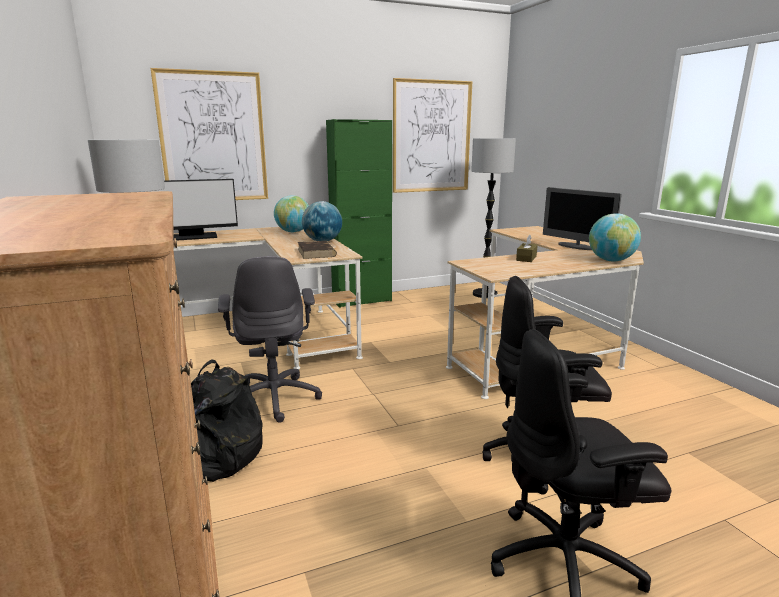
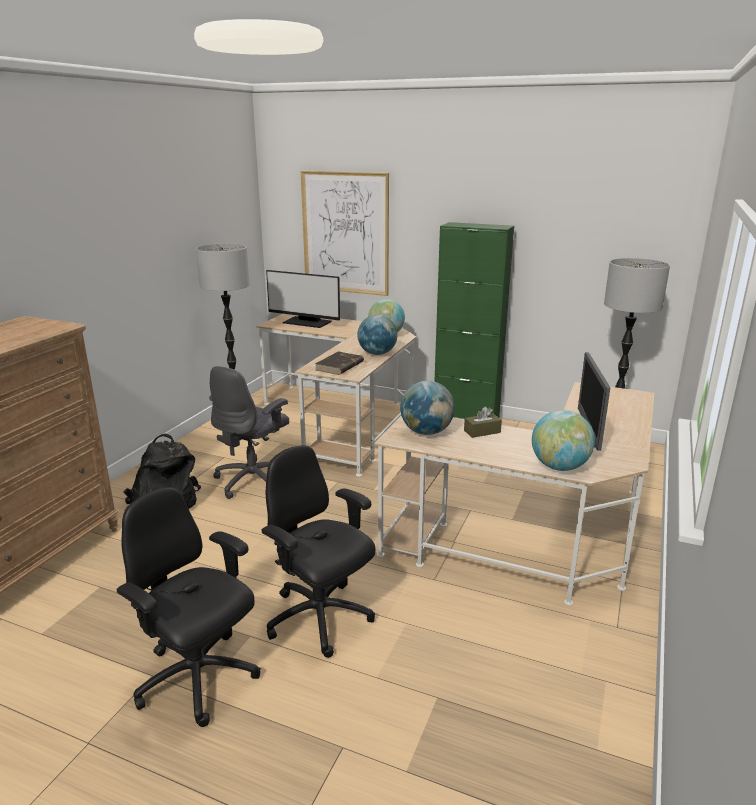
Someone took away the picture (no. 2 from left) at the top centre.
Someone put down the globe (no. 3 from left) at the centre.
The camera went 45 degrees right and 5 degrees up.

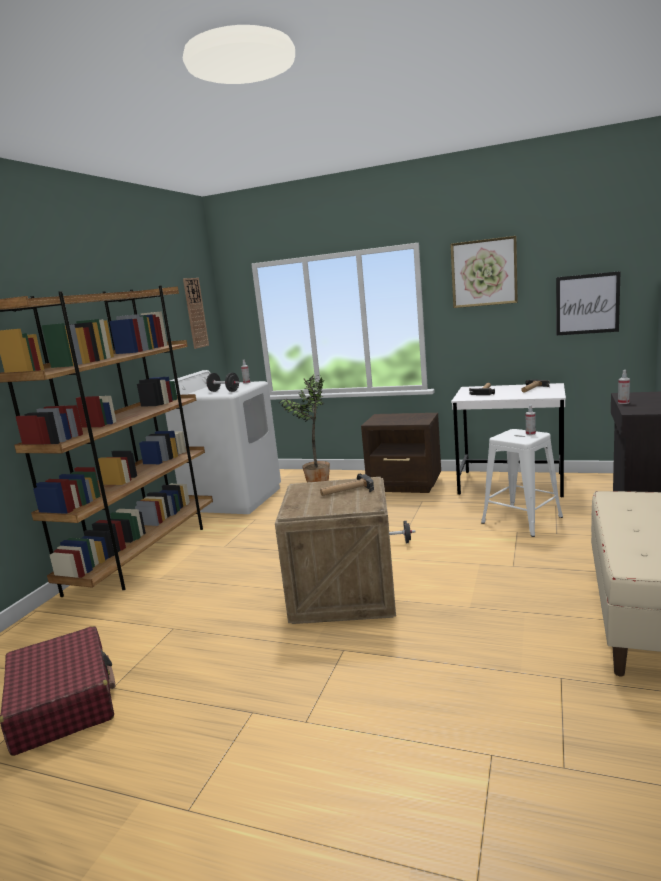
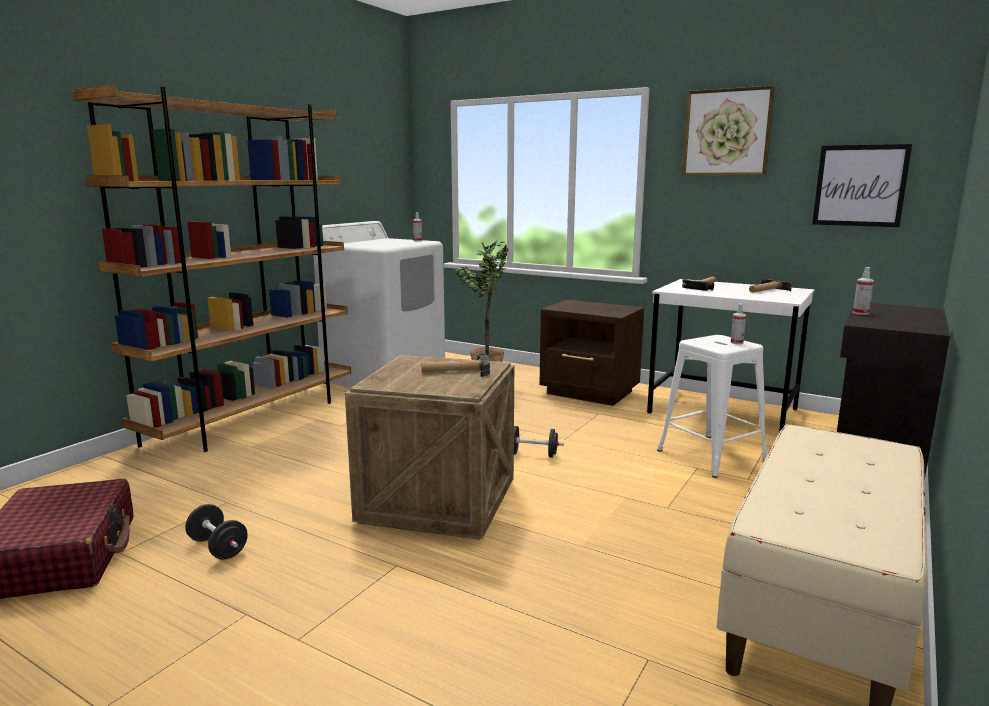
Someone took away the wall clock at the middle left.
Someone carried the black dumbbell (no. 1 from left) from the centre to the bottom left.
The camera went 10 degrees right and 0 degrees up.

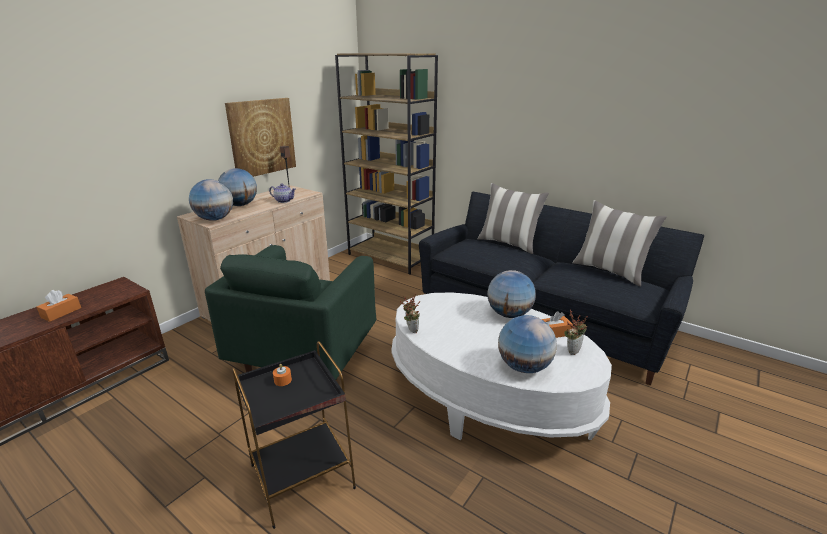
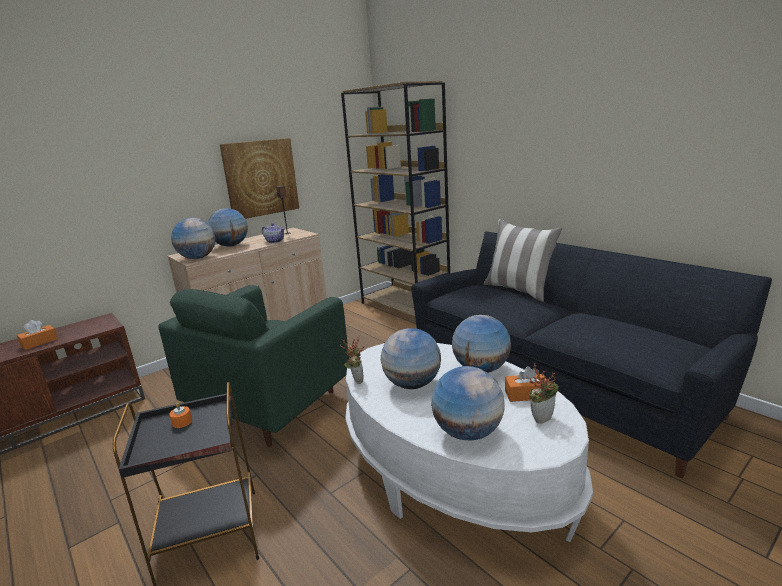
Someone took away the pillow (no. 2 from left) at the middle right.
Someone put down the globe (no. 3 from left) at the centre.
The camera went 15 degrees right and 5 degrees down.

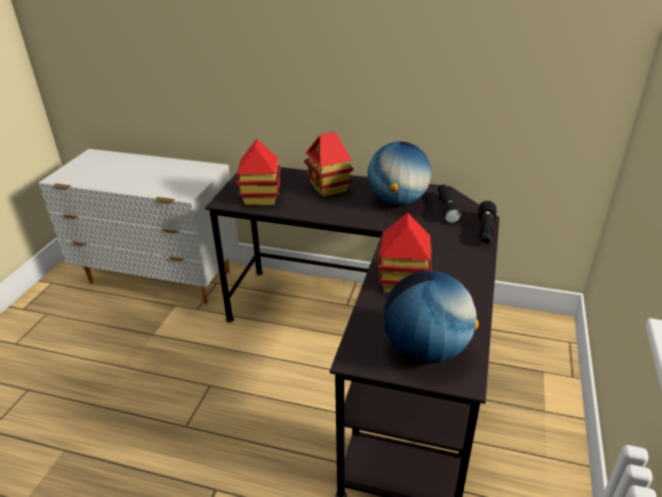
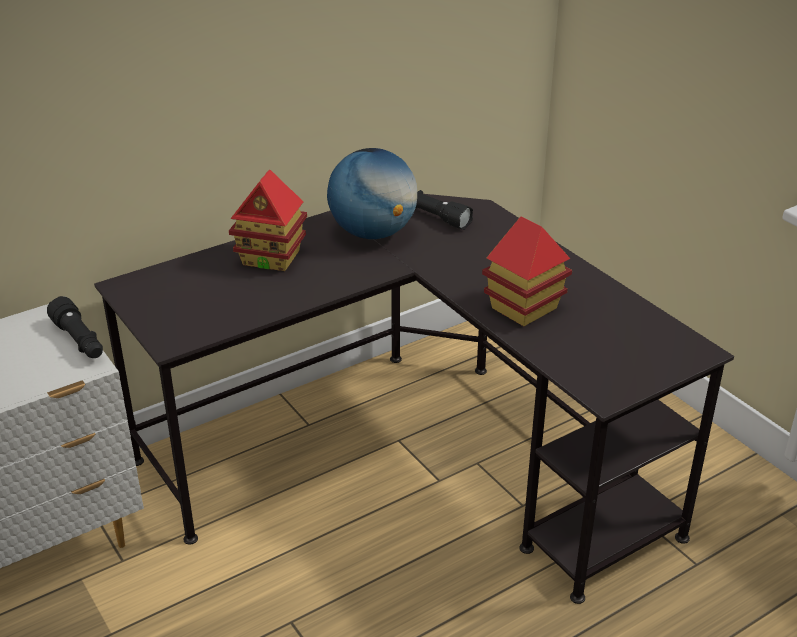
Someone took away the toy house (no. 1 from left) at the centre.
Someone carried the black flashlight (no. 2 from left in the first image) from the middle right to the middle left.
Someone took away the globe (no. 2 from left) at the centre.
The camera went 50 degrees left and 0 degrees up.

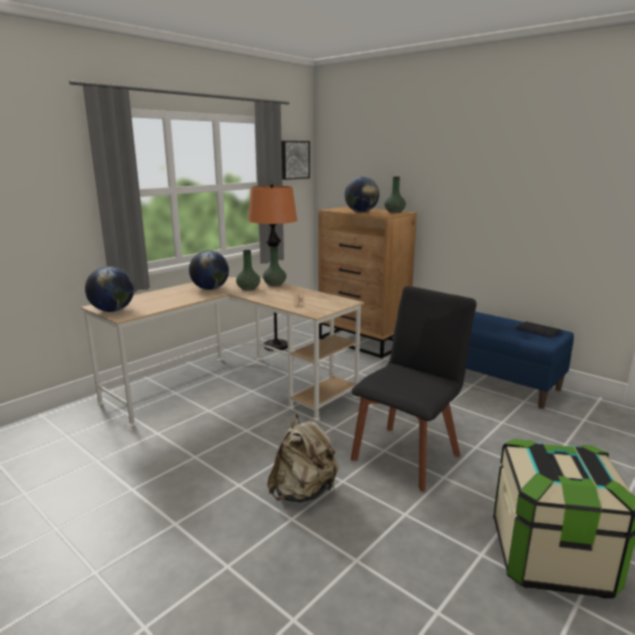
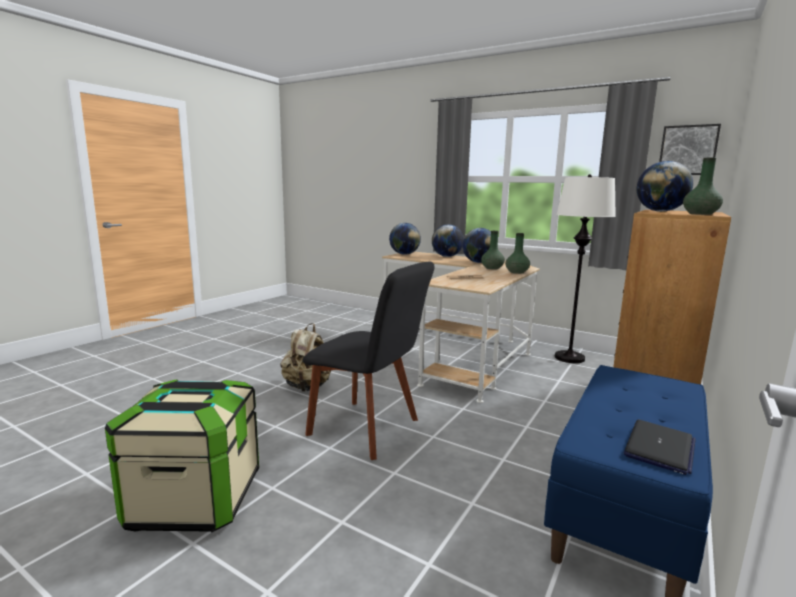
Someone repainted the orange floor lamp at the centre, which became the white floor lamp at the middle right.
Someone put down the globe (no. 2 from left) at the centre.
The camera went 80 degrees right and 5 degrees down.

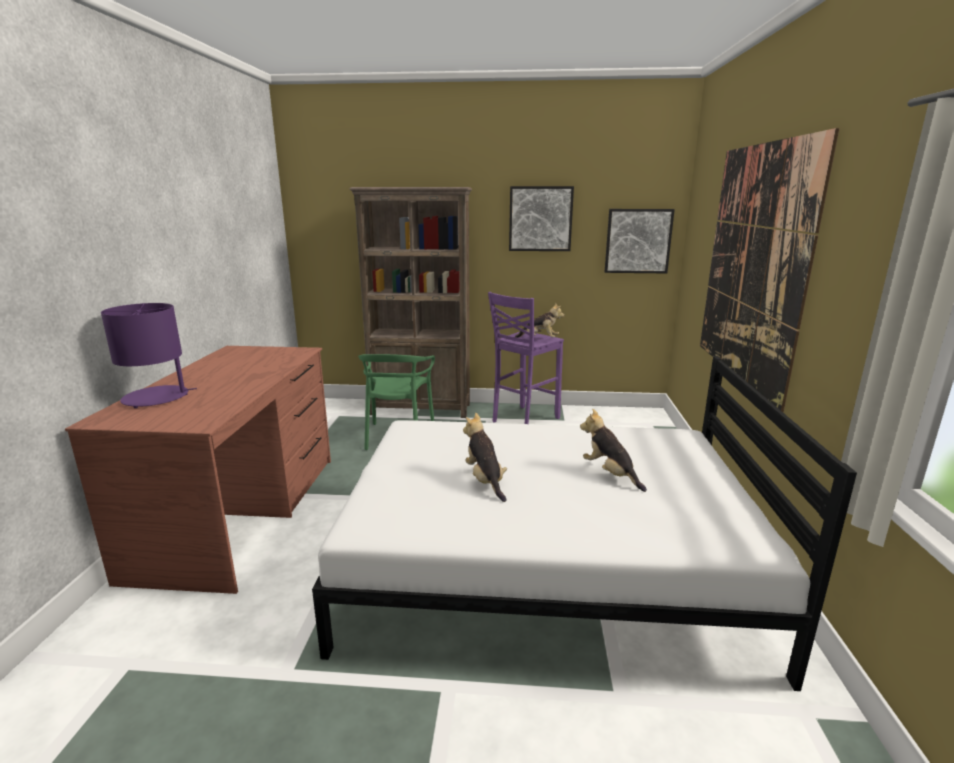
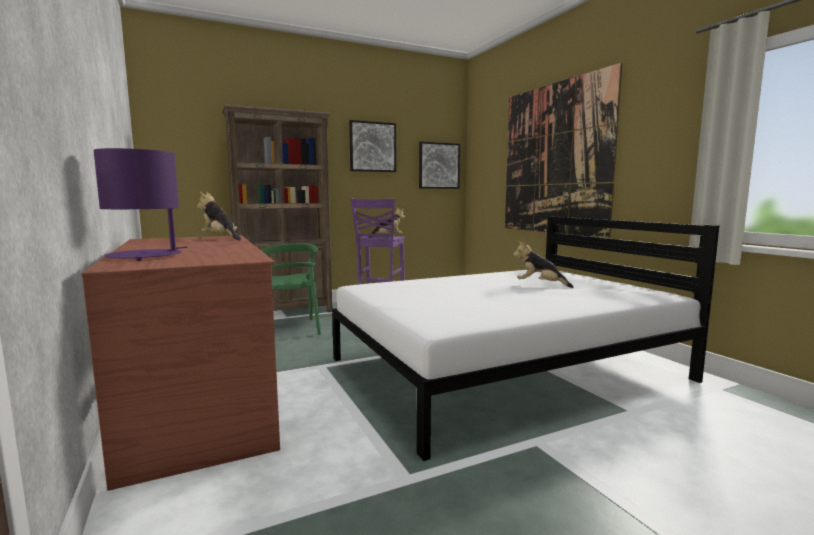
Someone carried the plush toy (no. 1 from left) from the centre to the middle left.
The camera went 30 degrees left and 10 degrees down.

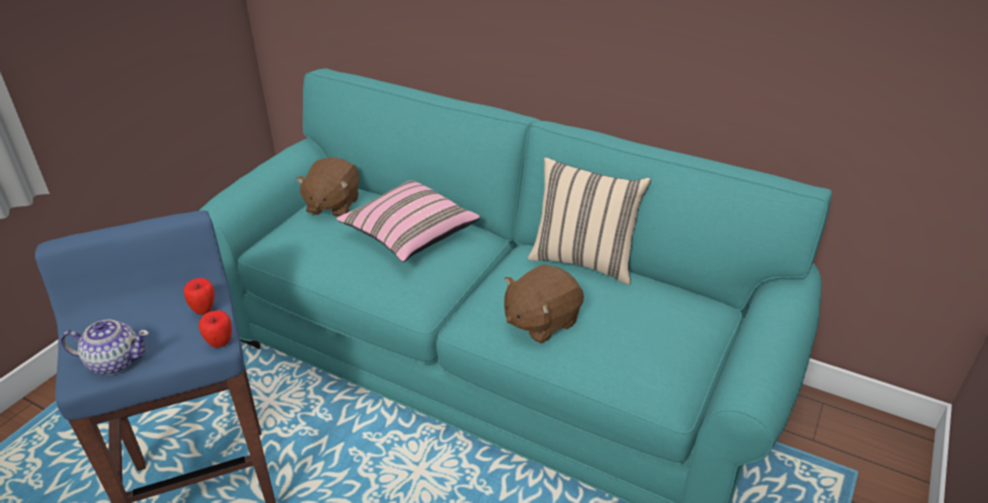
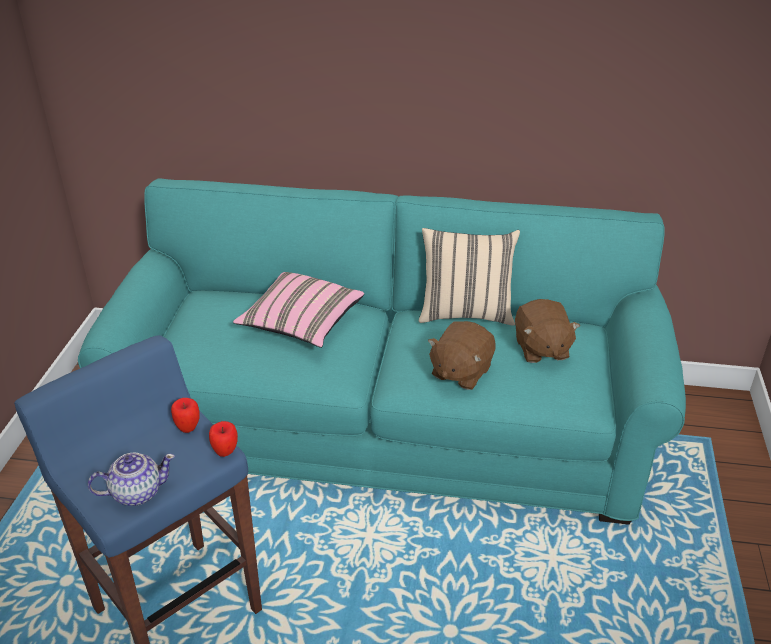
Someone carried the brown plush toy (no. 1 from left in the first image) from the middle left to the middle right.
The camera went 20 degrees left and 0 degrees up.

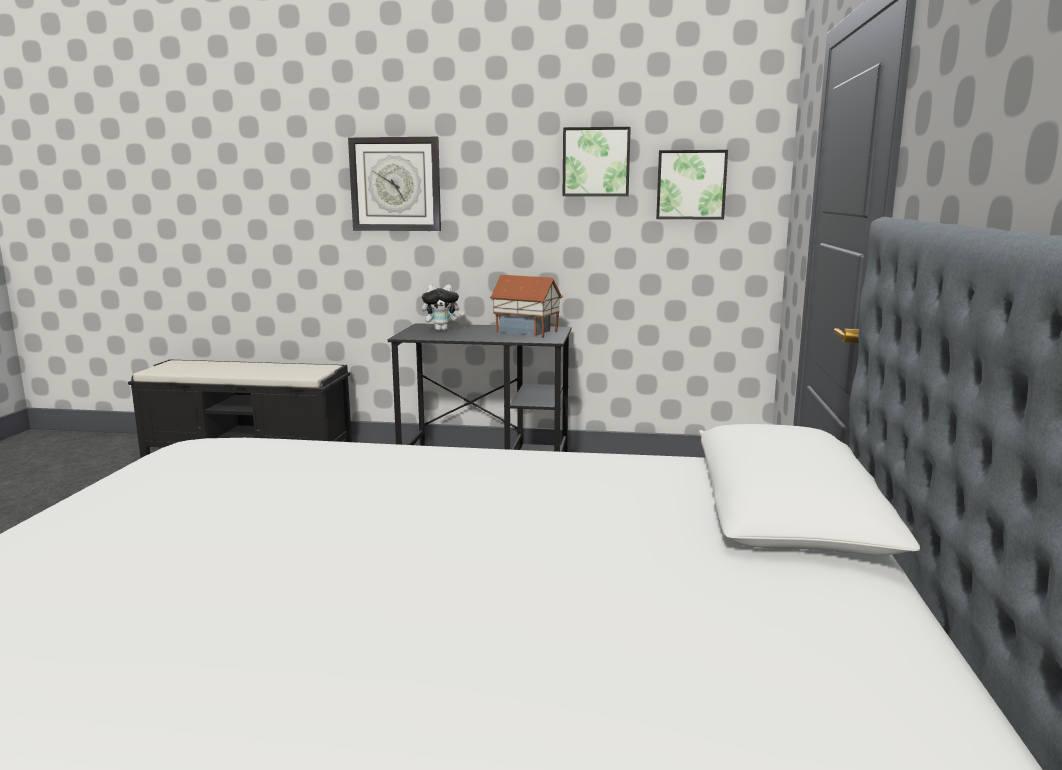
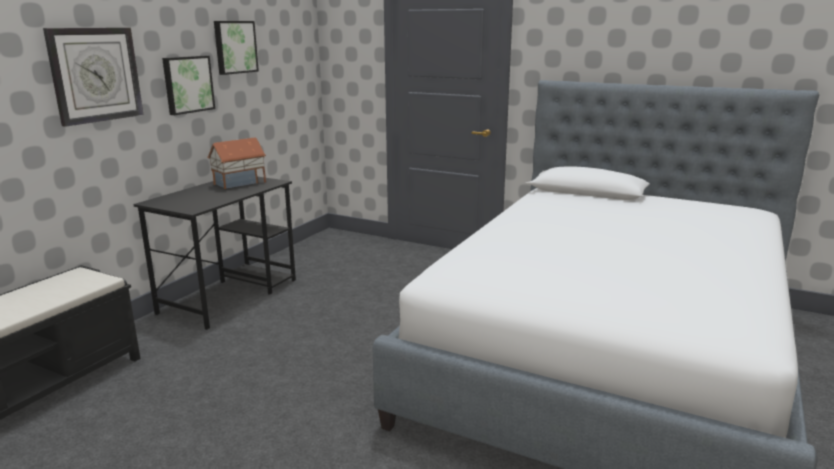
Someone carried the picture (no. 2 from left in the first image) from the top centre to the top left.
Someone took away the plush toy at the centre.
The camera went 70 degrees left and 5 degrees up.

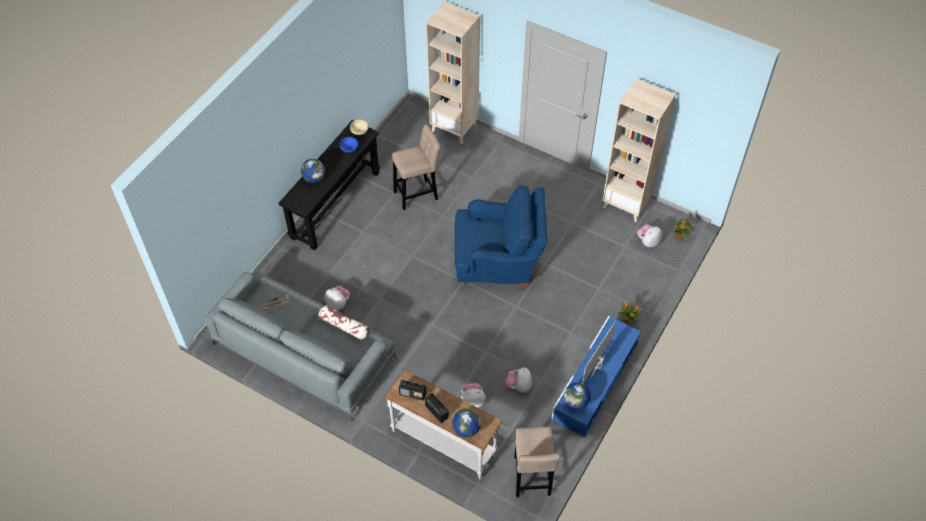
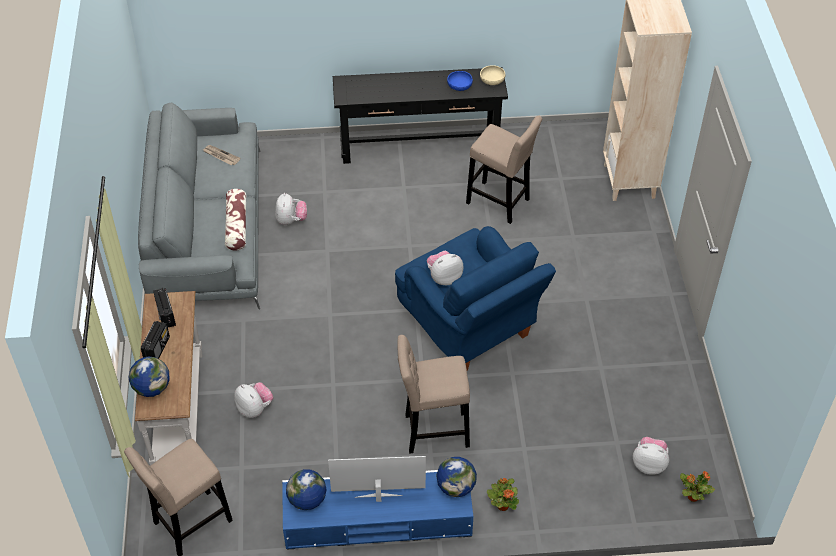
Someone took away the beige bookcase (no. 2 from left) at the top right.
Someone carried the globe (no. 1 from left in the first image) from the top centre to the bottom centre.
Someone carried the plush toy (no. 3 from left) from the bottom centre to the centre.
Someone put down the beige stool (no. 2 from left) at the bottom centre.
The camera went 55 degrees right and 5 degrees down.

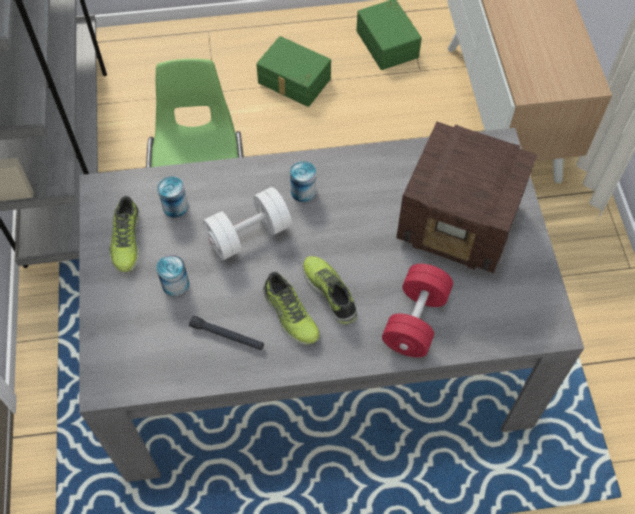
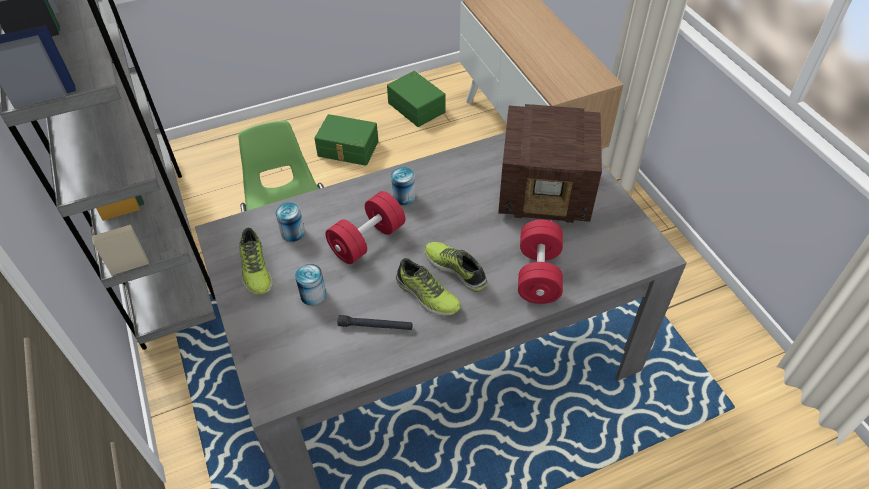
Someone repainted the white dumbbell at the centre, which became the red dumbbell (no. 1 from left) at the centre.
The camera went 15 degrees left and 10 degrees down.

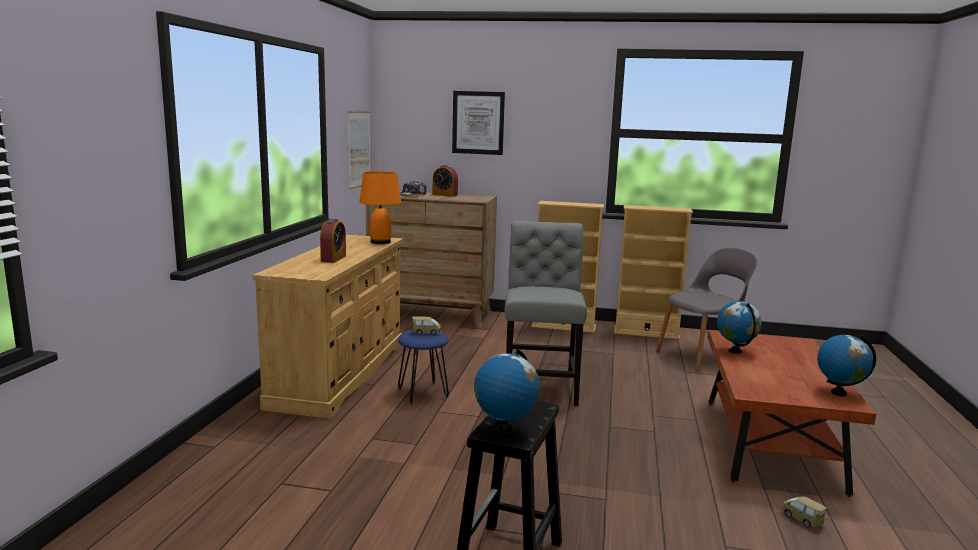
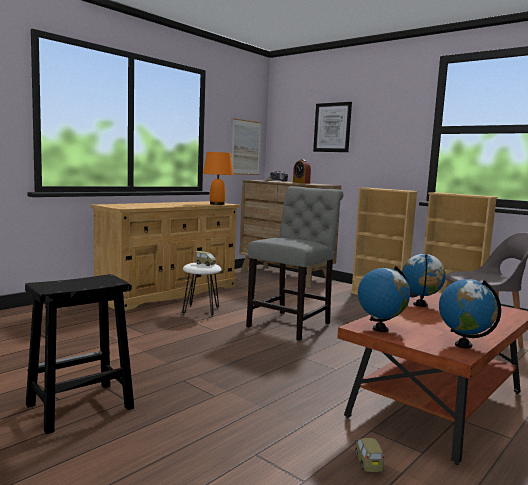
Someone took away the alarm clock (no. 1 from left) at the centre.
Someone repainted the blue stool at the bottom centre, which became the white stool at the centre.
Someone carried the globe (no. 1 from left) from the bottom centre to the middle right.
The camera went 30 degrees right and 5 degrees down.

